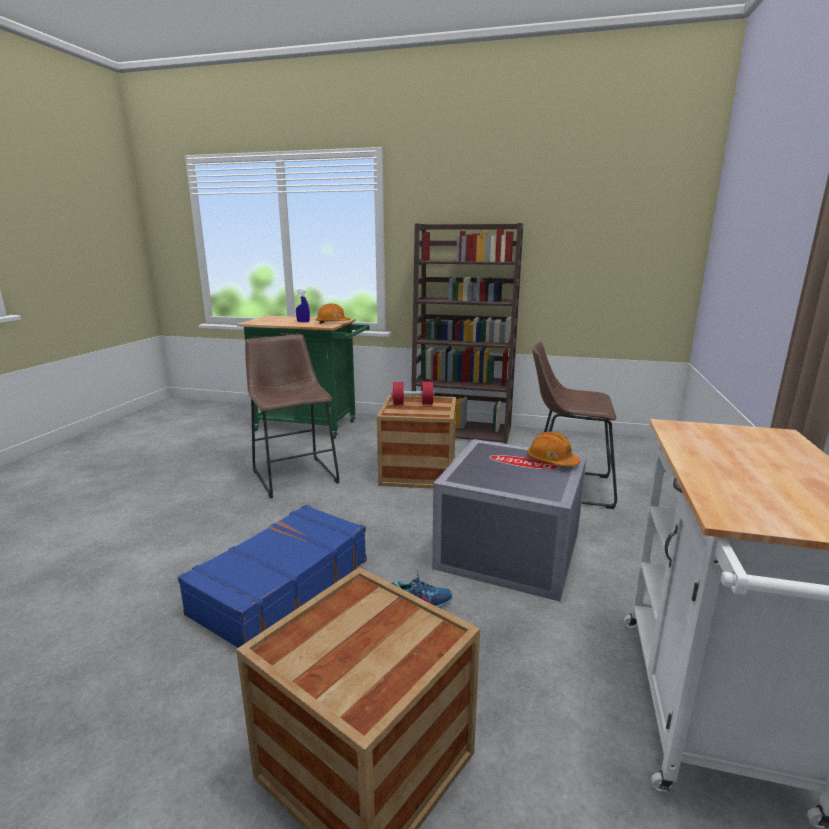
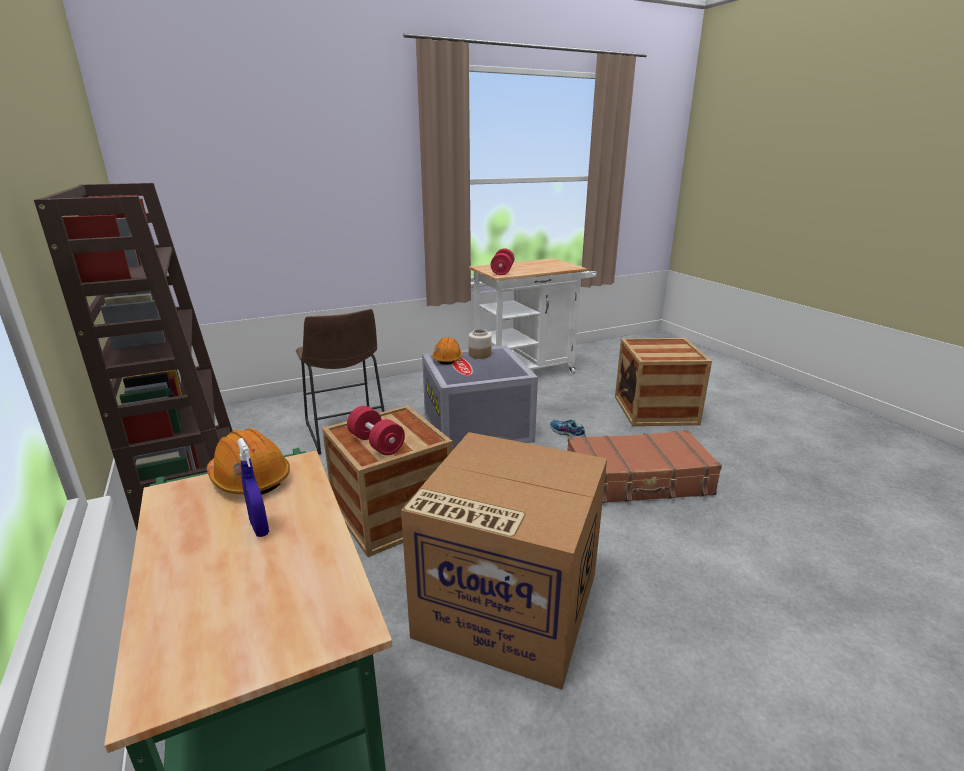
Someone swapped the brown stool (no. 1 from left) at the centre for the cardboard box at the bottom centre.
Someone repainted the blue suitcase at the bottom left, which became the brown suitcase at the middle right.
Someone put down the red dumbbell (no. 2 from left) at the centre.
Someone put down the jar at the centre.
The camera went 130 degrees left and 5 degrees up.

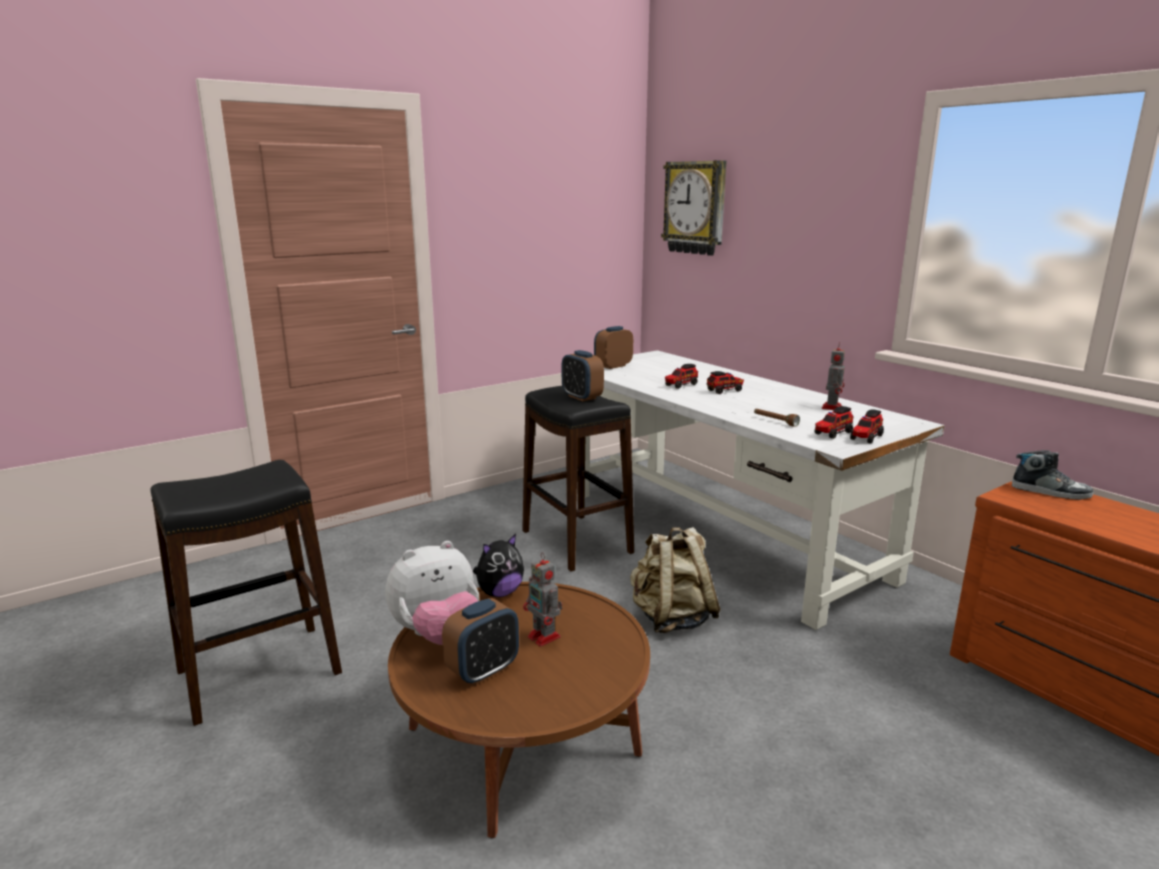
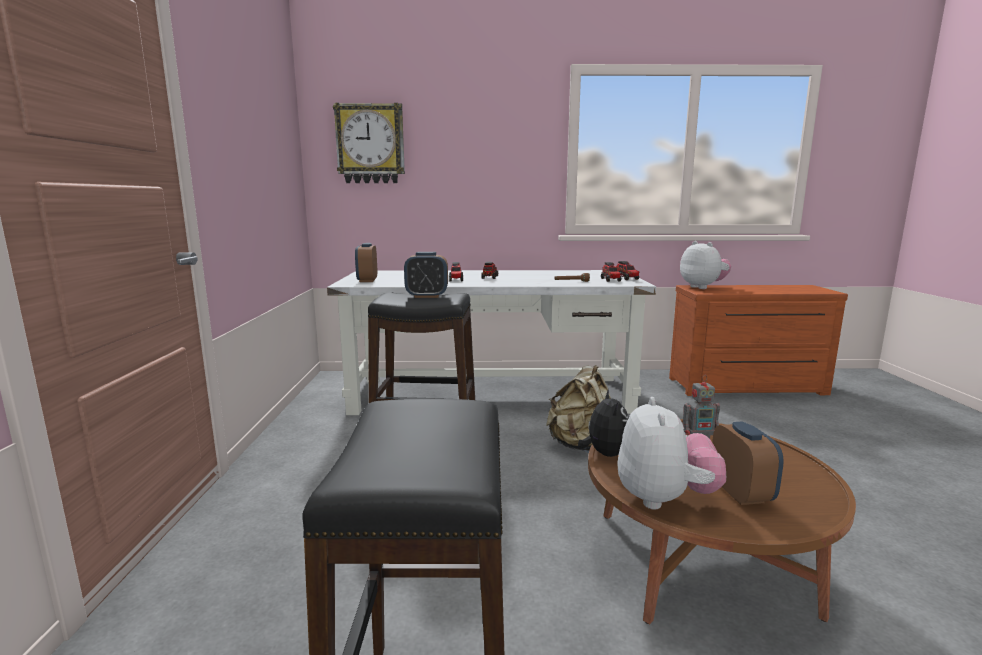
Someone took away the toy robot (no. 2 from left) at the middle right.
Someone swapped the shoe at the middle right for the plush toy (no. 3 from left) at the middle right.
The camera went 55 degrees left and 5 degrees down.

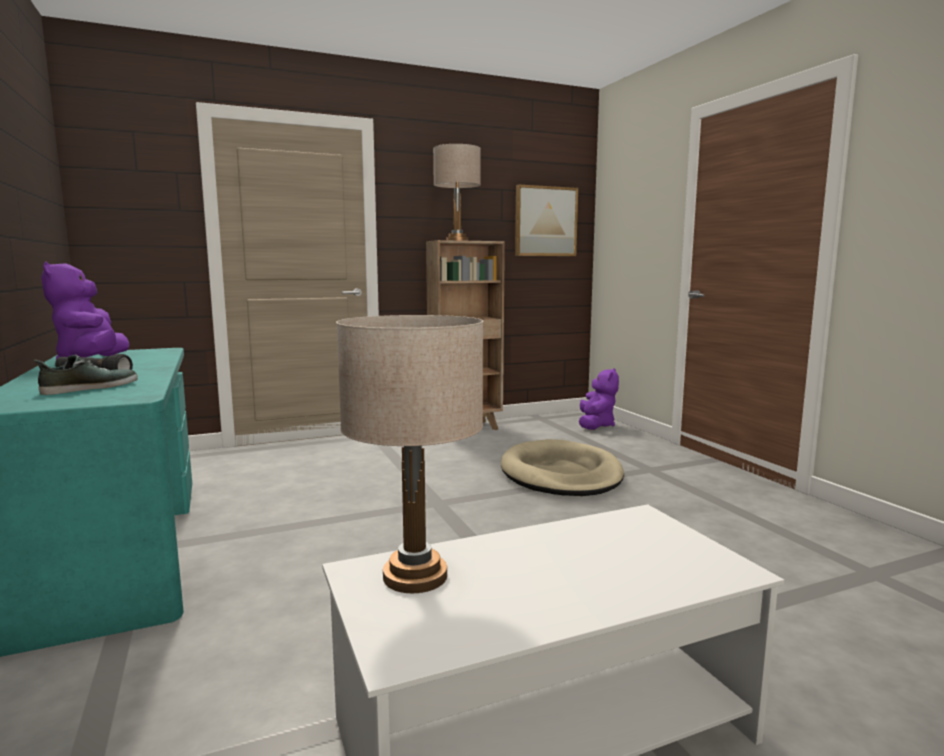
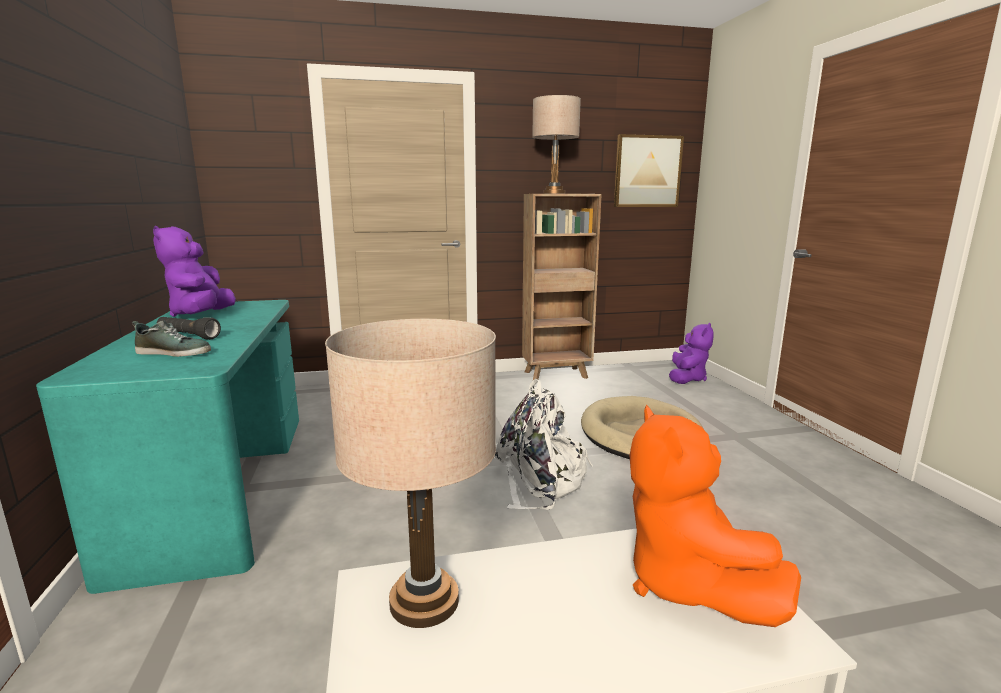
Someone rotated the shoe at the middle left by 45 degrees clockwise.
Someone put down the white backpack at the centre.
Someone put down the orange plush toy at the bottom right.
The camera went 10 degrees right and 5 degrees up.

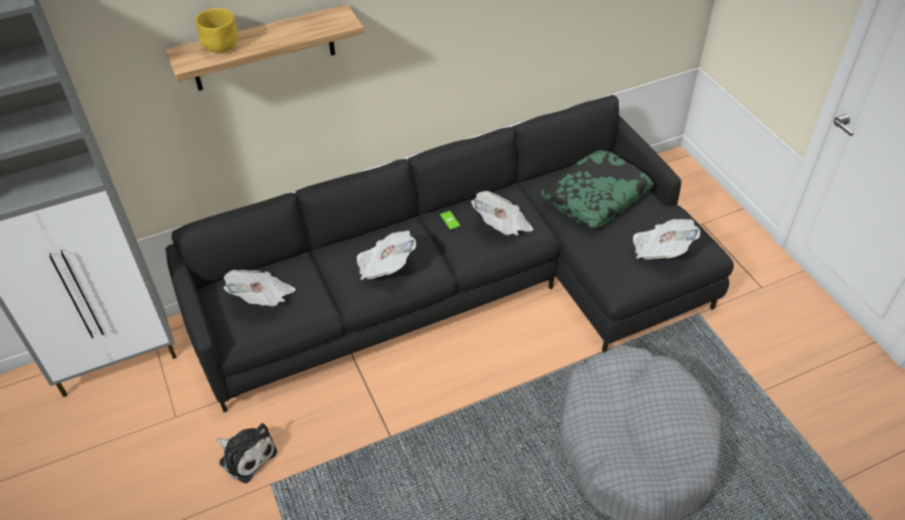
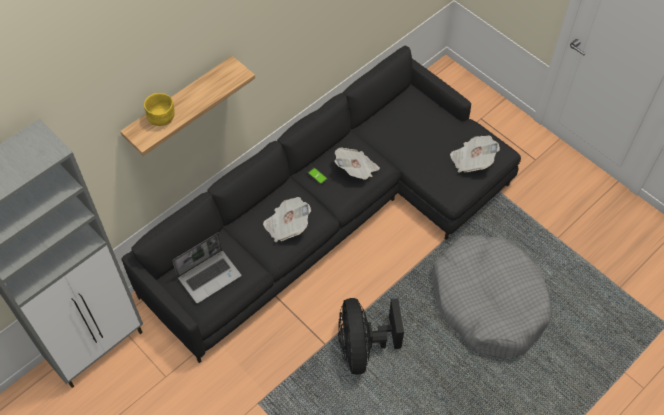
Someone took away the pillow at the centre.
Someone swapped the newspaper (no. 1 from left) at the middle left for the laptop at the middle left.
Someone took away the plush toy at the bottom left.
Someone put down the black fan at the bottom centre.
The camera went 20 degrees left and 10 degrees up.

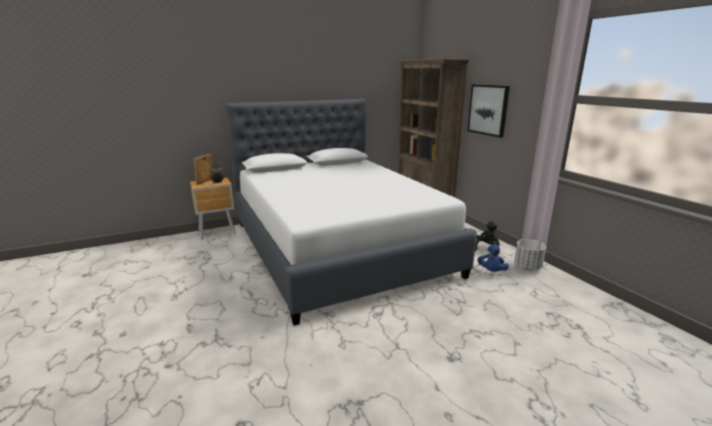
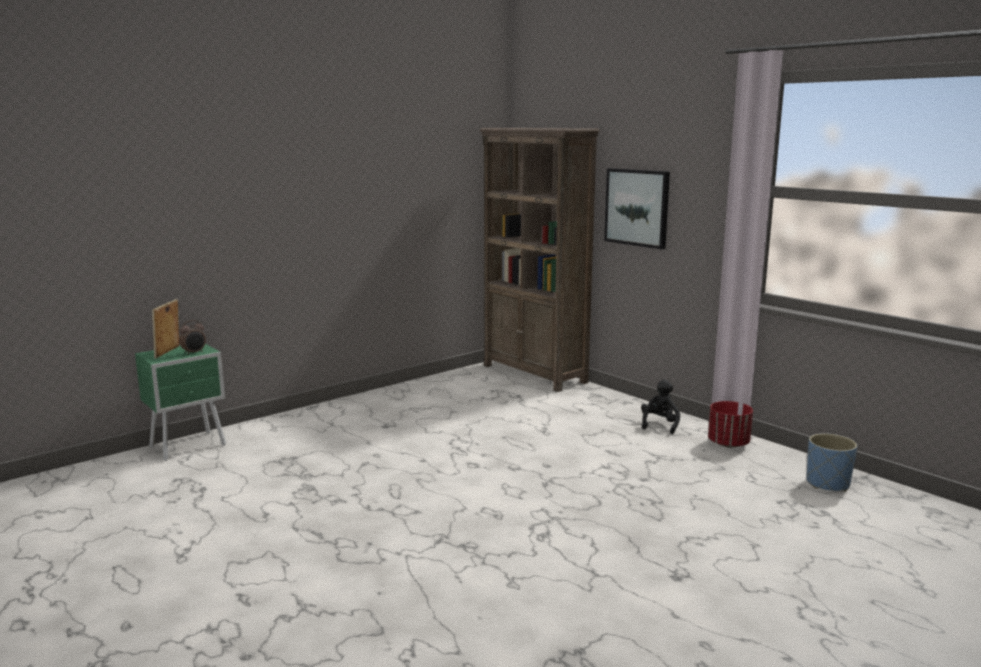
Someone took away the white bed at the centre.
Someone repainted the brown nightstand at the middle left, which became the green nightstand at the middle left.
Someone repainted the white planter at the middle right, which became the red planter at the middle right.
Someone took away the blue plush toy at the middle right.
Someone put down the blue planter at the bottom right.
The camera went 15 degrees left and 5 degrees down.

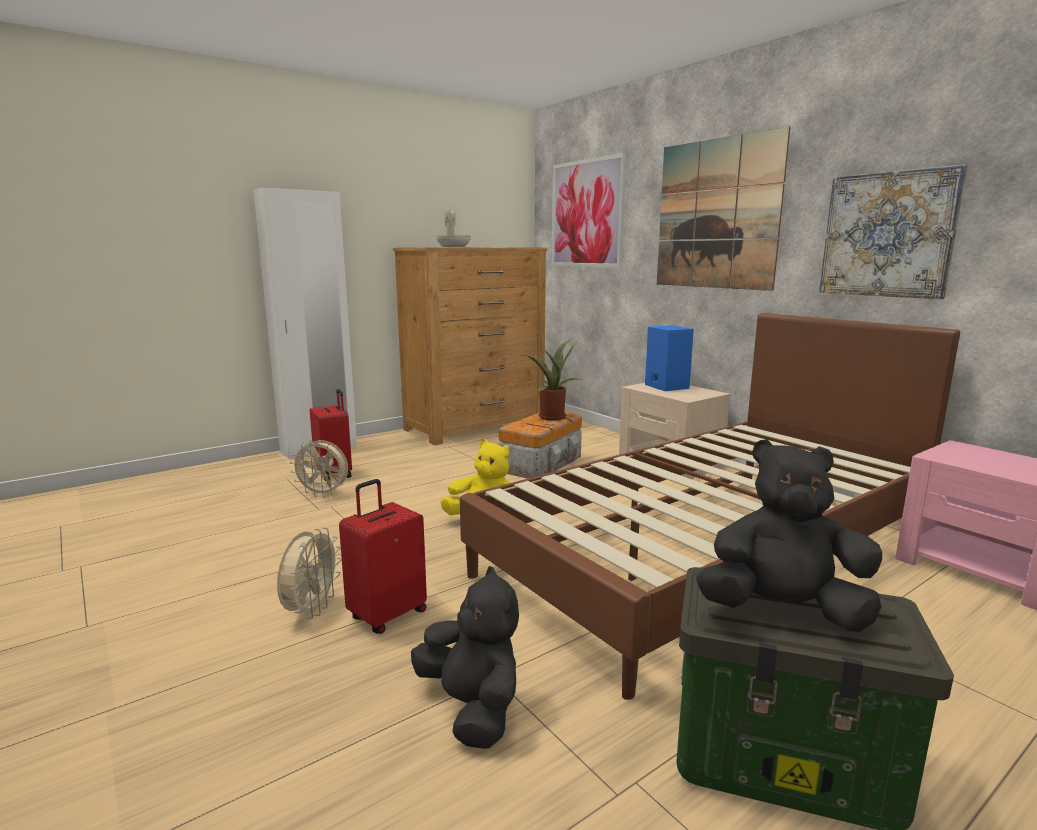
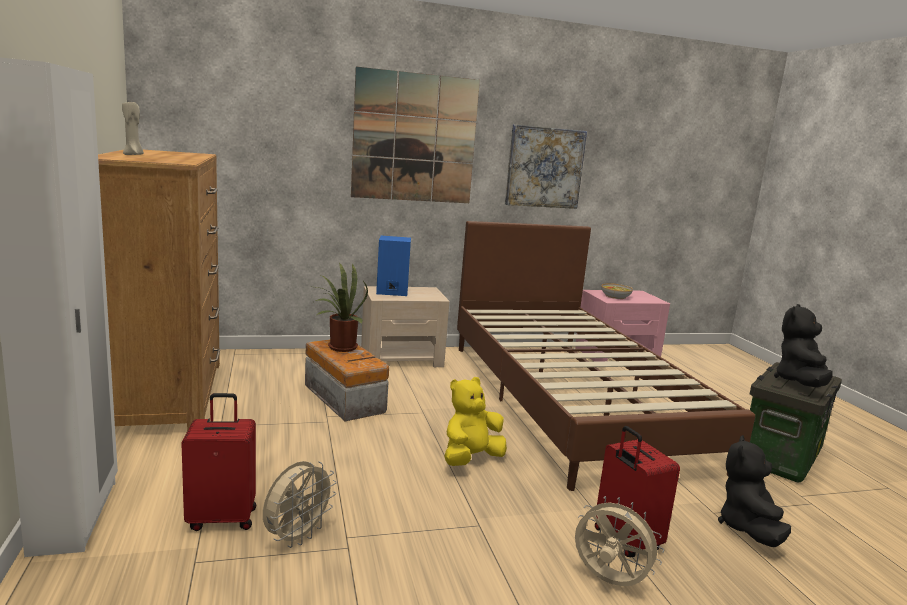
Someone took away the picture (no. 1 from left) at the top centre.
Someone carried the bowl from the top centre to the middle right.
Someone rotated the black plush toy (no. 1 from left) at the bottom centre by 60 degrees counterclockwise.
The camera went 70 degrees left and 0 degrees up.

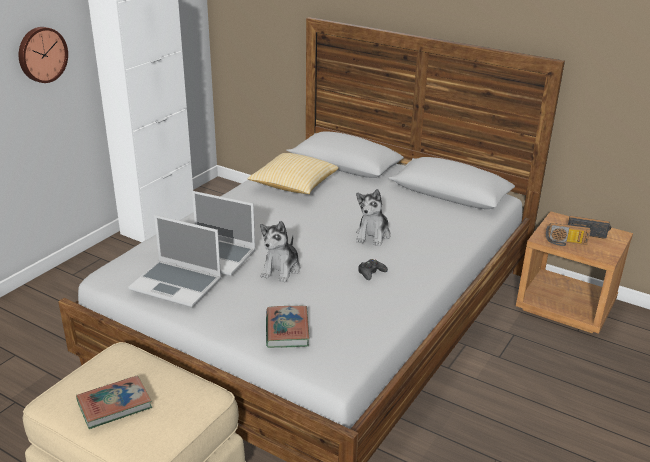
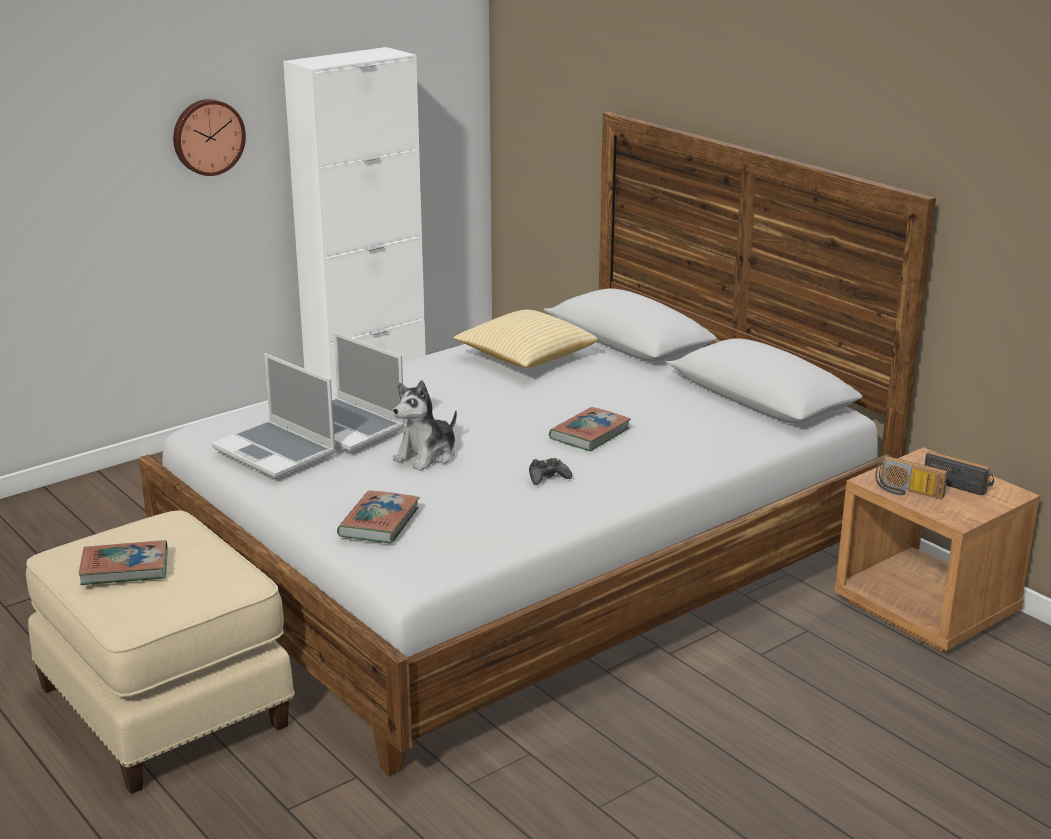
Someone swapped the plush toy (no. 2 from left) at the centre for the book (no. 3 from left) at the centre.
The camera went 20 degrees right and 5 degrees down.

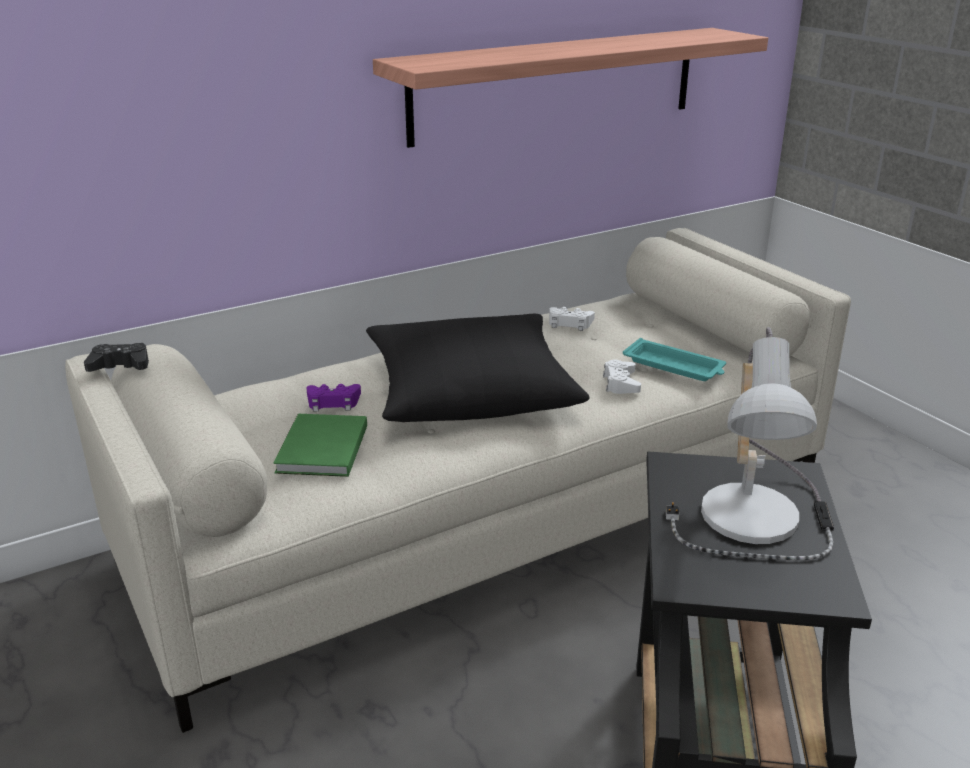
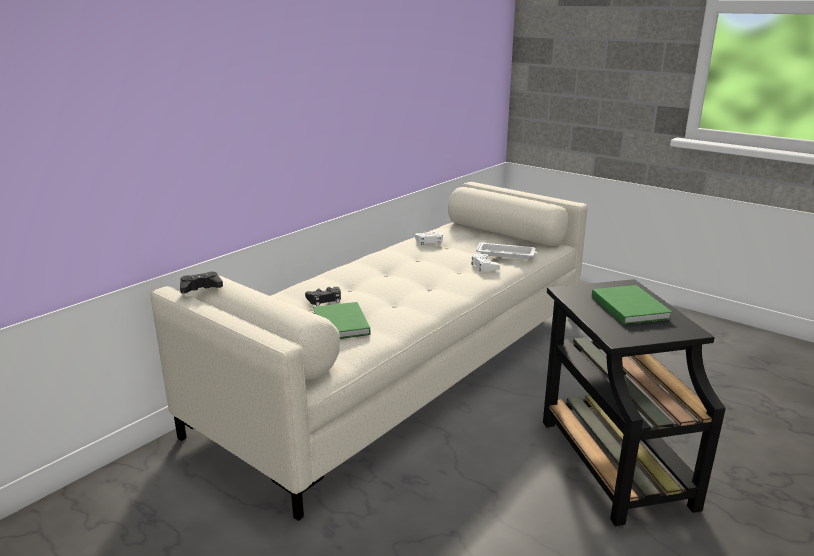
Someone took away the shelf at the top centre.
Someone took away the black pillow at the centre.
Someone swapped the table lamp at the middle right for the green book (no. 2 from left) at the middle right.
Someone repainted the turquoise tray at the middle right, which became the white tray at the centre.
Someone repainted the purple game controller at the centre, which became the black game controller (no. 2 from left) at the centre.
The camera went 20 degrees left and 5 degrees down.

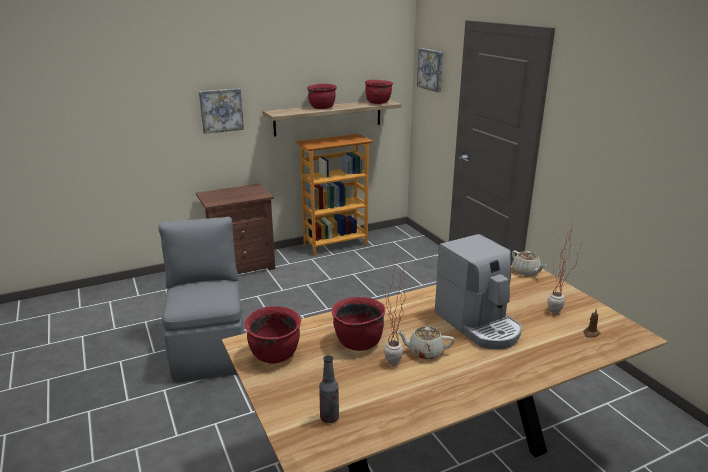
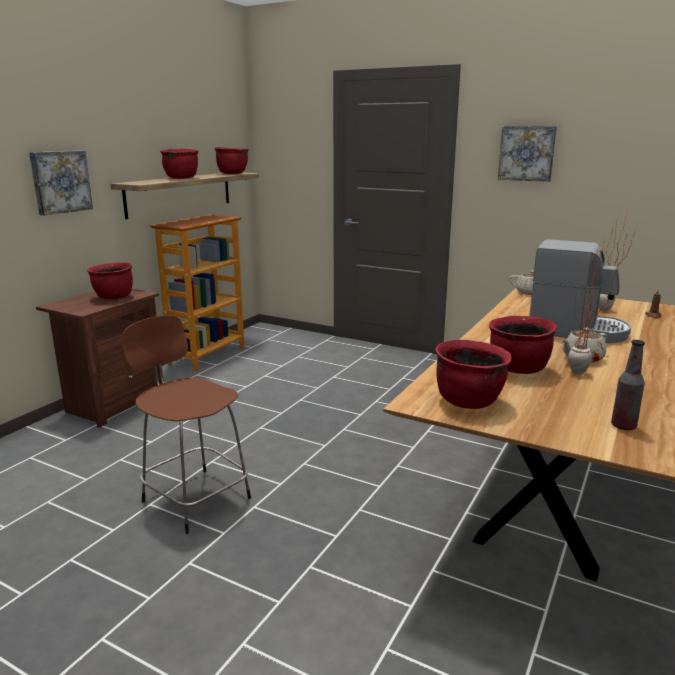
Someone carried the picture (no. 2 from left) from the top centre to the top right.
Someone swapped the grey chair at the middle left for the brown stool at the middle left.
Someone put down the red cooking pot (no. 1 from left) at the middle left.
The camera went 35 degrees left and 5 degrees down.

